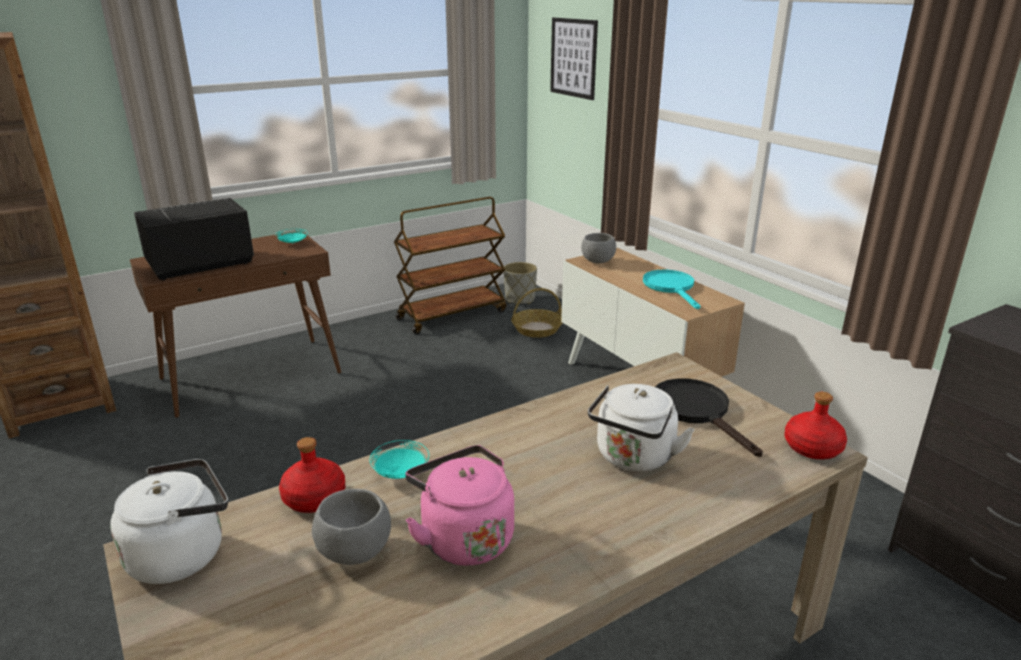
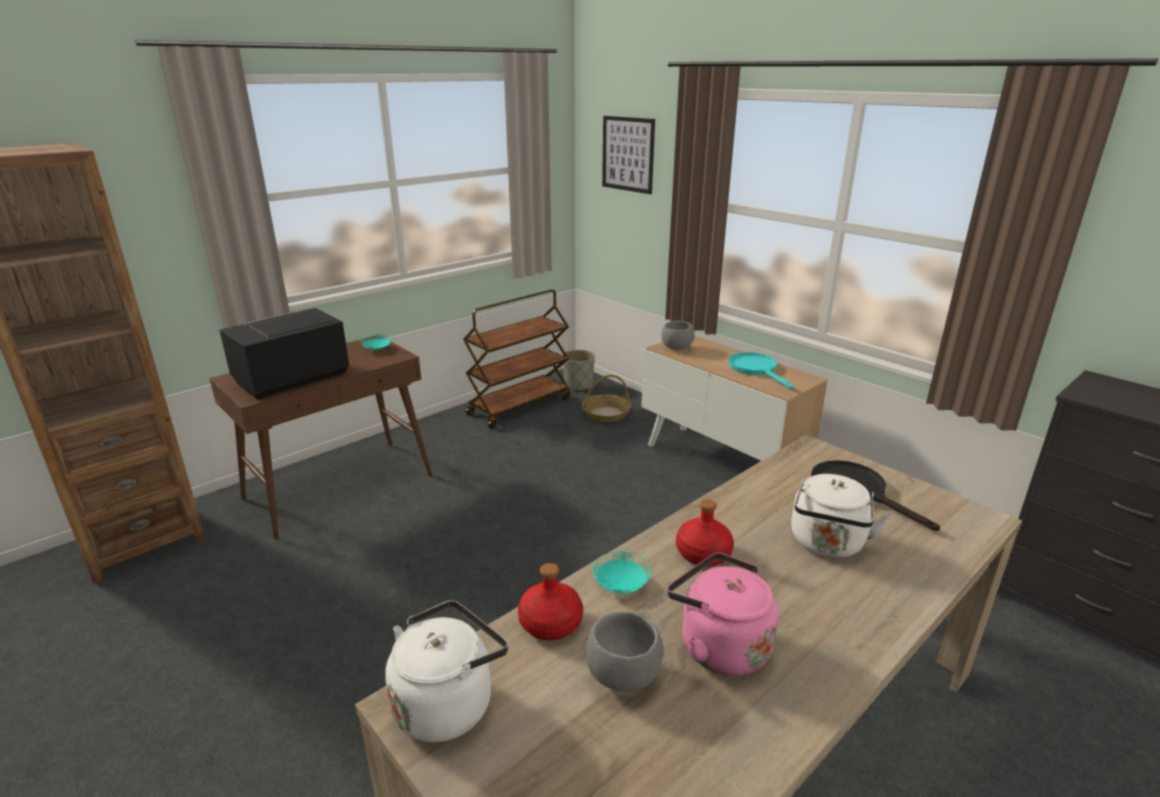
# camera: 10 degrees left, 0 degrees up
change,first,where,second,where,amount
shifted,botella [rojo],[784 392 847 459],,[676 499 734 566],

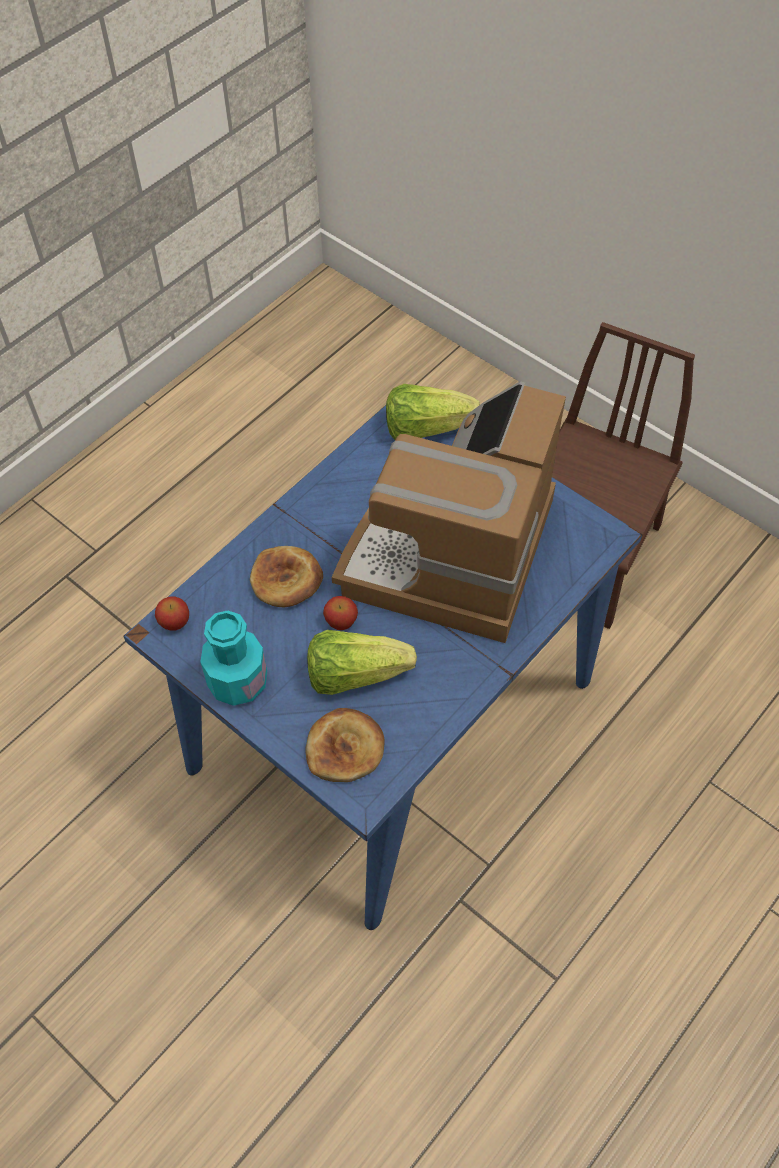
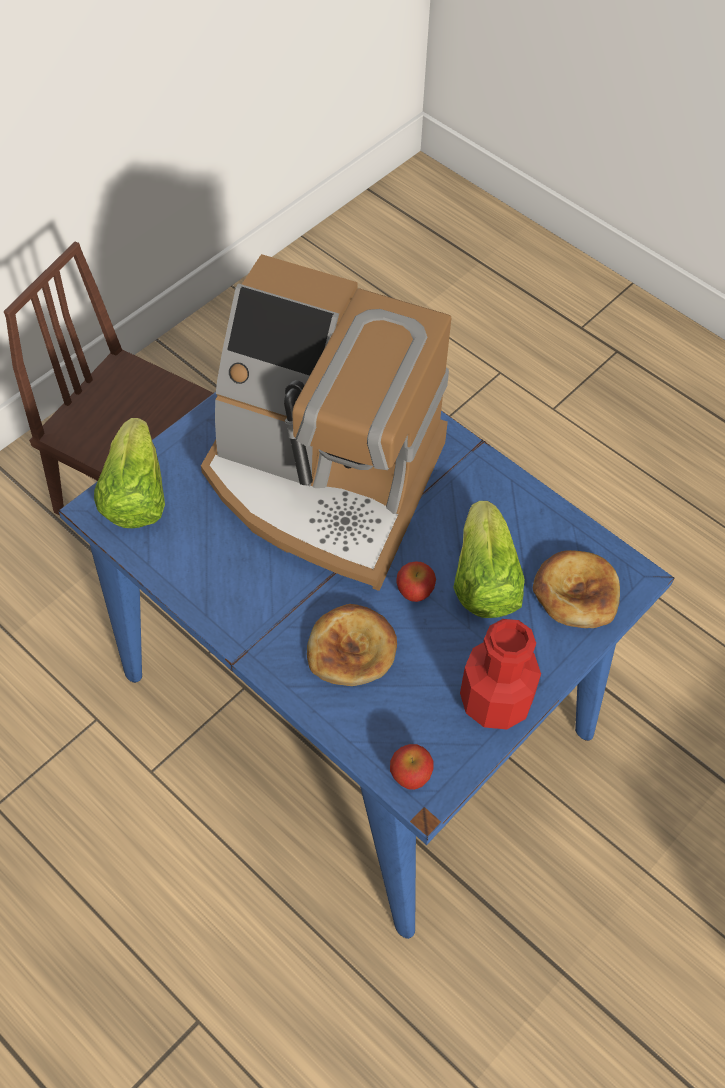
# camera: 90 degrees left, 0 degrees up
change,first,where,second,where,amount
repainted,botella [turquesa],[200 611 267 706],botella [rojo],[460 619 541 729],

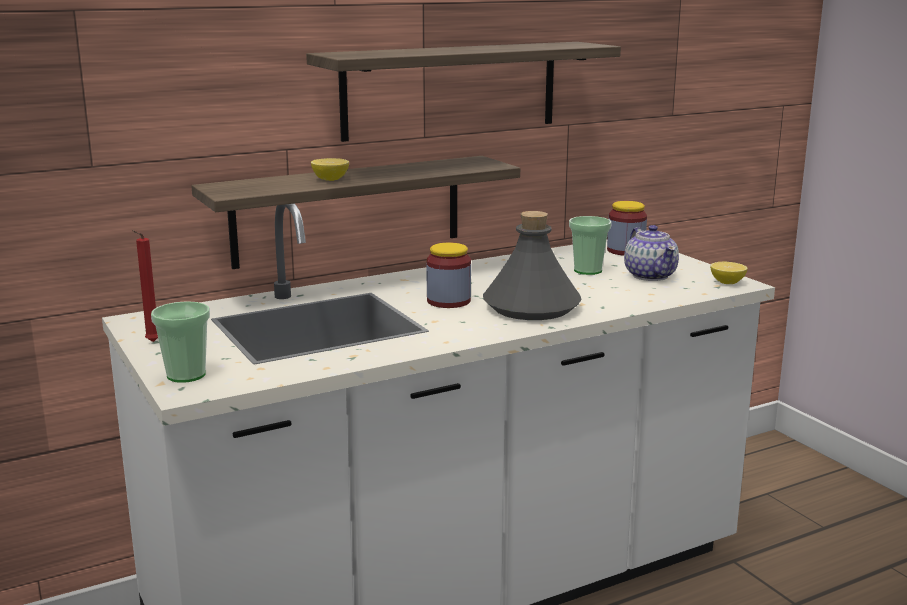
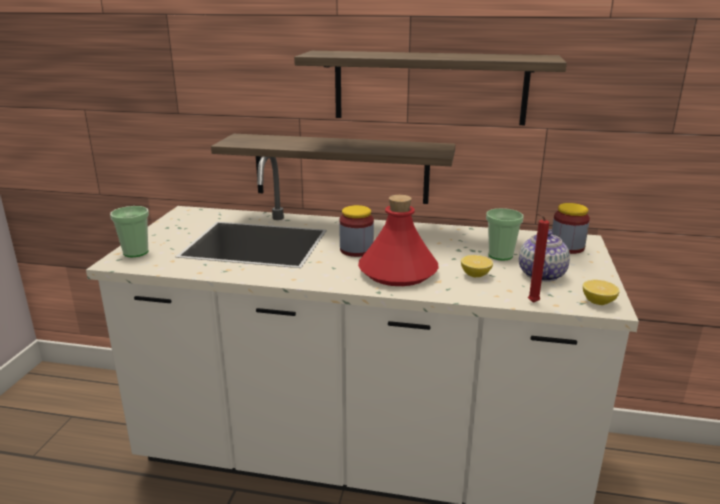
# camera: 40 degrees right, 5 degrees up
change,first,where,second,where,amount
shifted,vela [rojo],[132 230 158 342],,[528 213 549 303],
shifted,limón,[311 158 349 181],,[461 255 493 277],
repainted,botella [gris],[483 211 582 320],botella [rojo],[358 195 439 286],

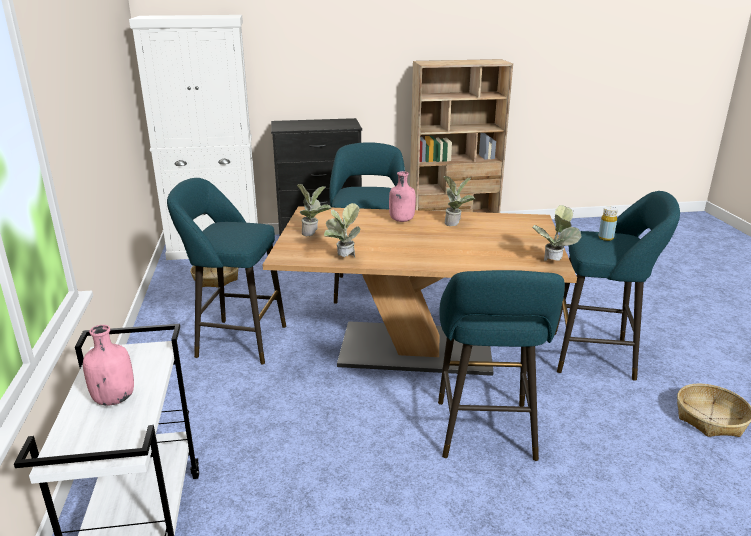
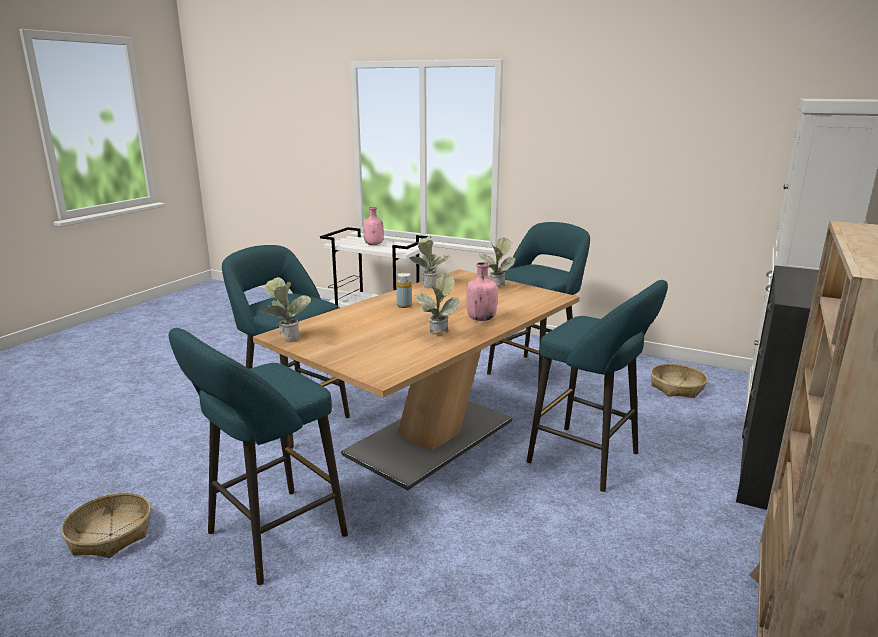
# camera: 125 degrees right, 5 degrees down
change,first,where,second,where,amount
shifted,botella [amarillo],[599 206 618 241],,[396 273 412 308],

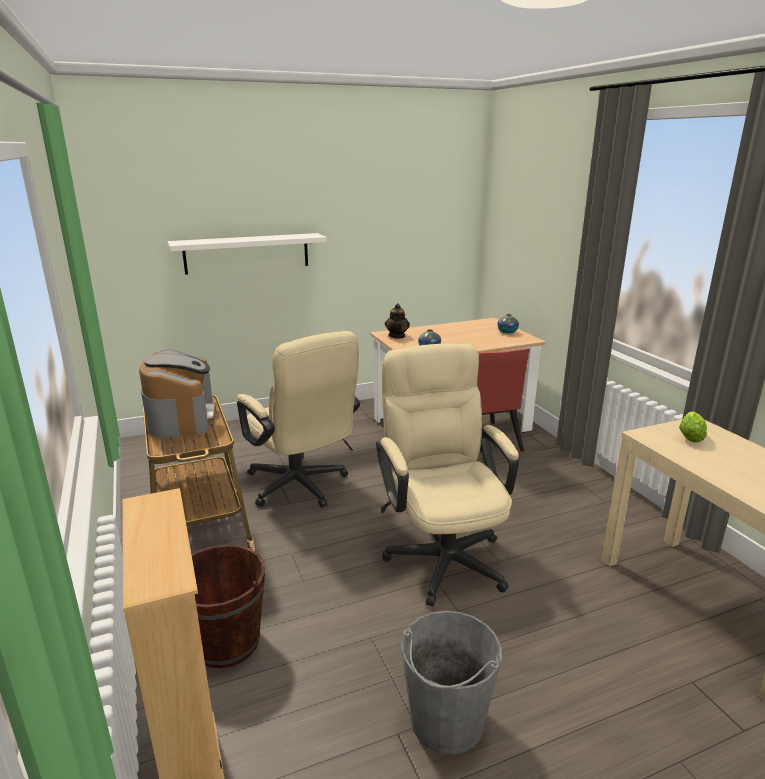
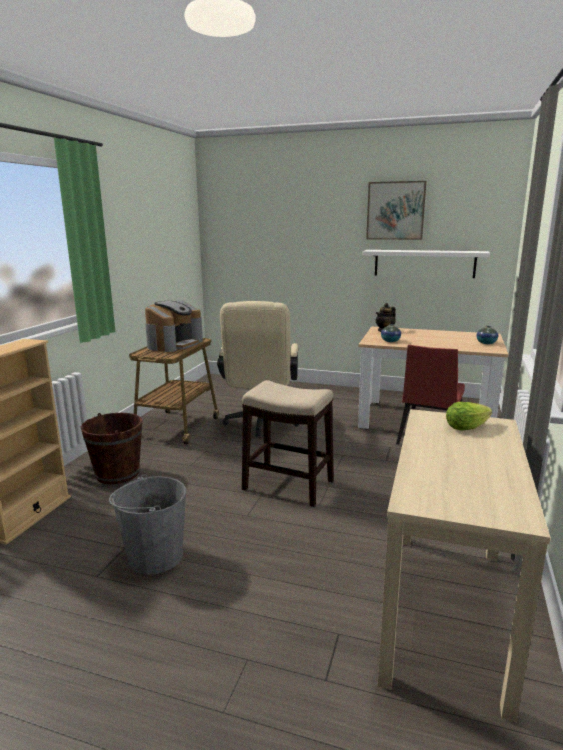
# camera: 40 degrees right, 5 degrees down
change,first,where,second,where,amount
new,,,cuadro,[366 181 426 240],
shifted,estante [blanco],[167 233 327 275],,[363 250 490 278],
swapped,silla de oficina [beis],[376 343 519 606],taburete,[242 380 334 507],

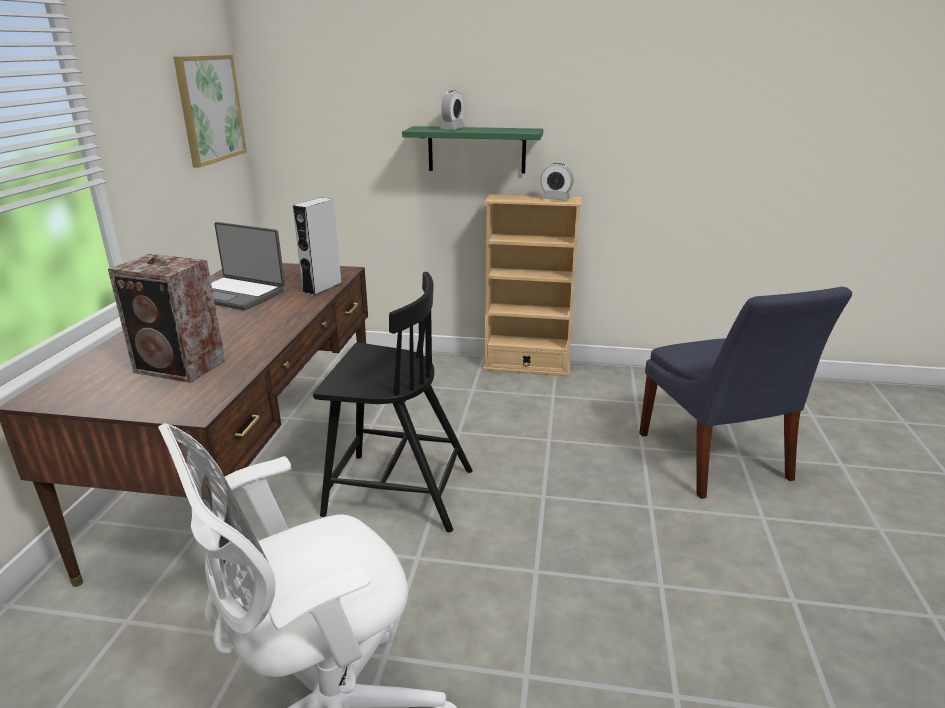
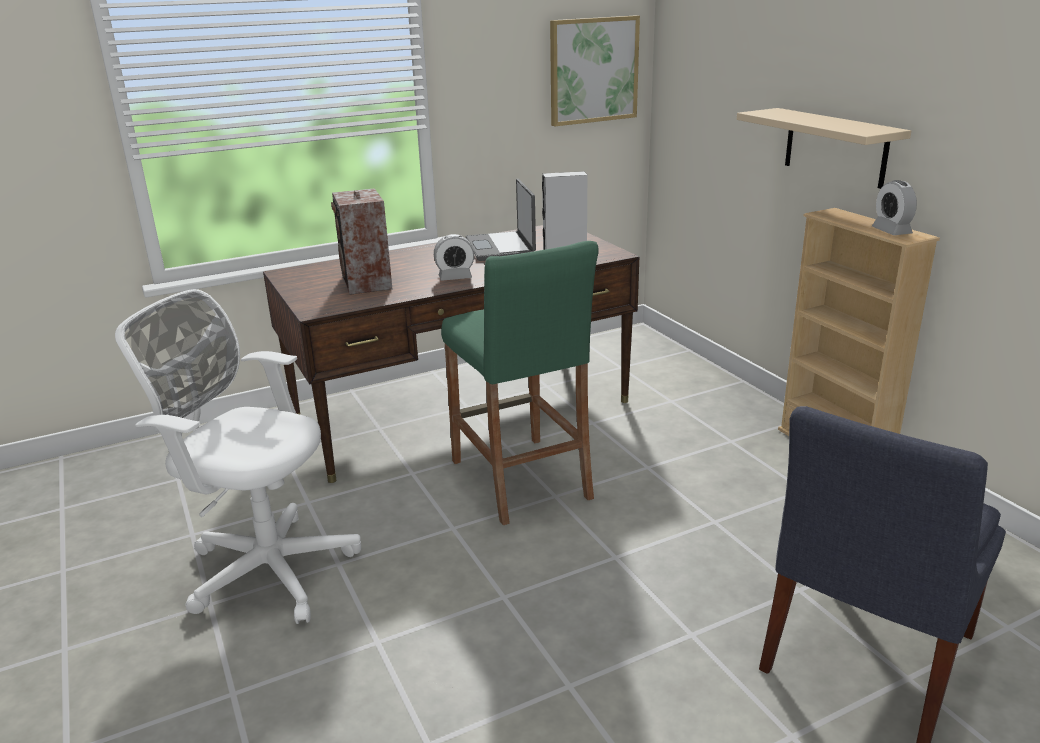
# camera: 55 degrees right, 0 degrees up
change,first,where,second,where,amount
shifted,despertador,[440 90 465 129],,[434 234 474 281],
swapped,silla [negro],[313 272 473 532],taburete [verde],[441 241 599 525],
repainted,estante [verde],[402 126 543 174],estante [beis],[737 108 911 189],

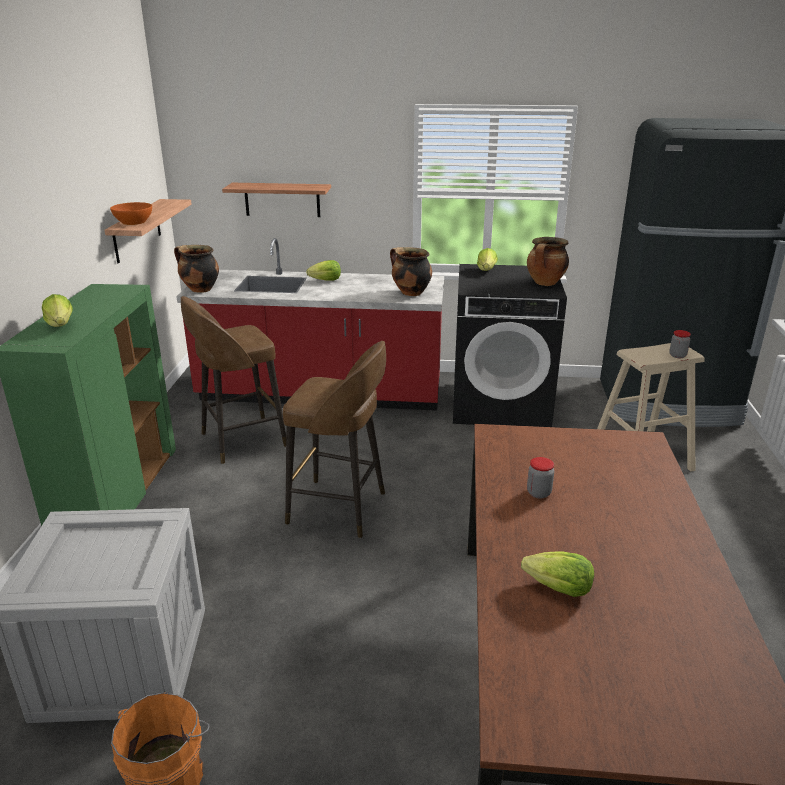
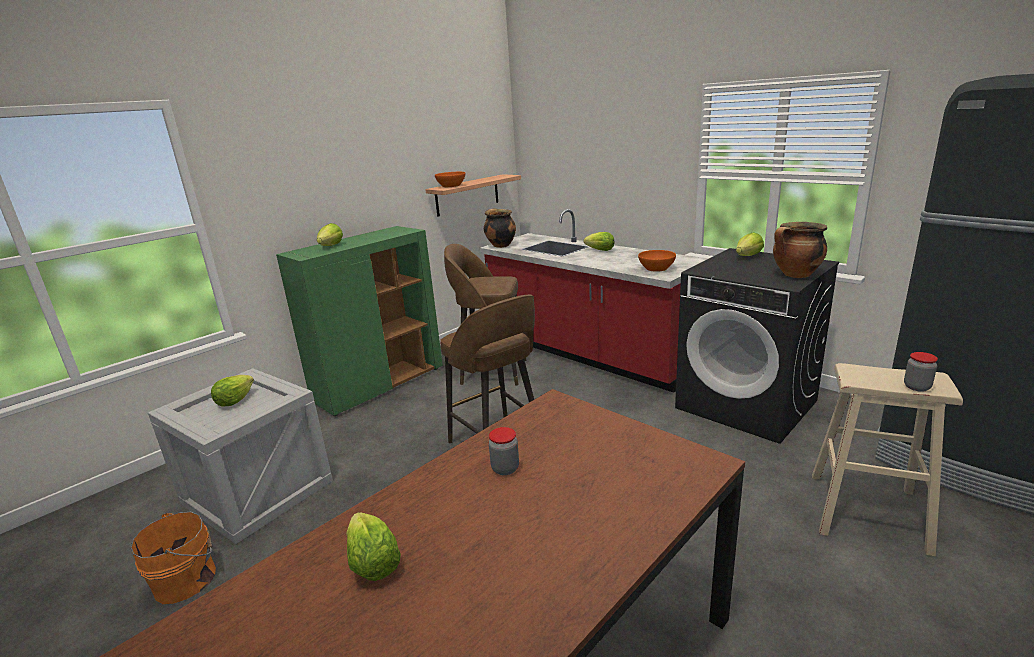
# camera: 40 degrees right, 5 degrees down
change,first,where,second,where,amount
gone,estante,[222 183 331 217],,,
new,,,lechuga,[211 375 254 407],
swapped,olla,[390 247 432 296],cuenco [naranja],[638 250 676 272],

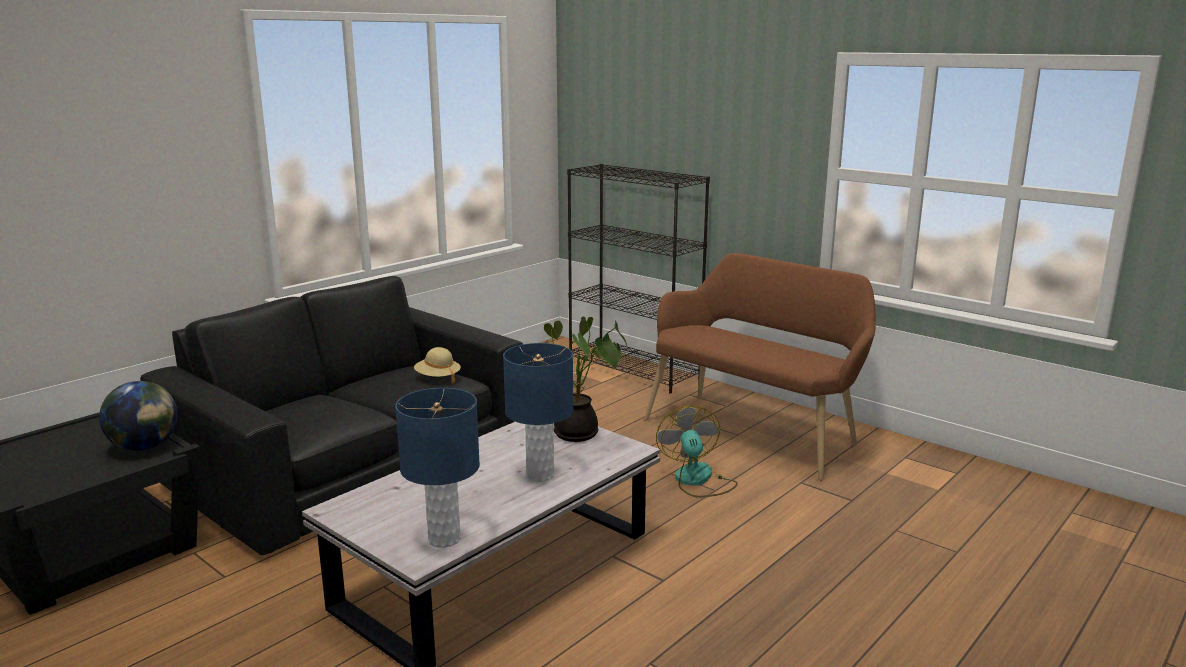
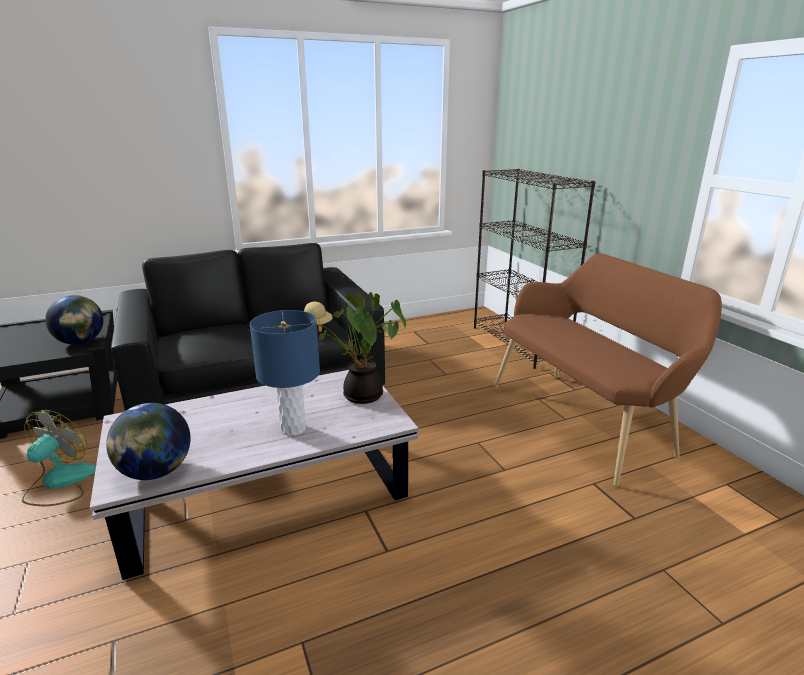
# camera: 25 degrees right, 5 degrees up
change,first,where,second,where,amount
shifted,ventilador,[656 405 738 498],,[22 410 96 506],
swapped,lámpara de mesa [azul],[395 388 480 548],globo terráqueo,[106 403 191 480],

